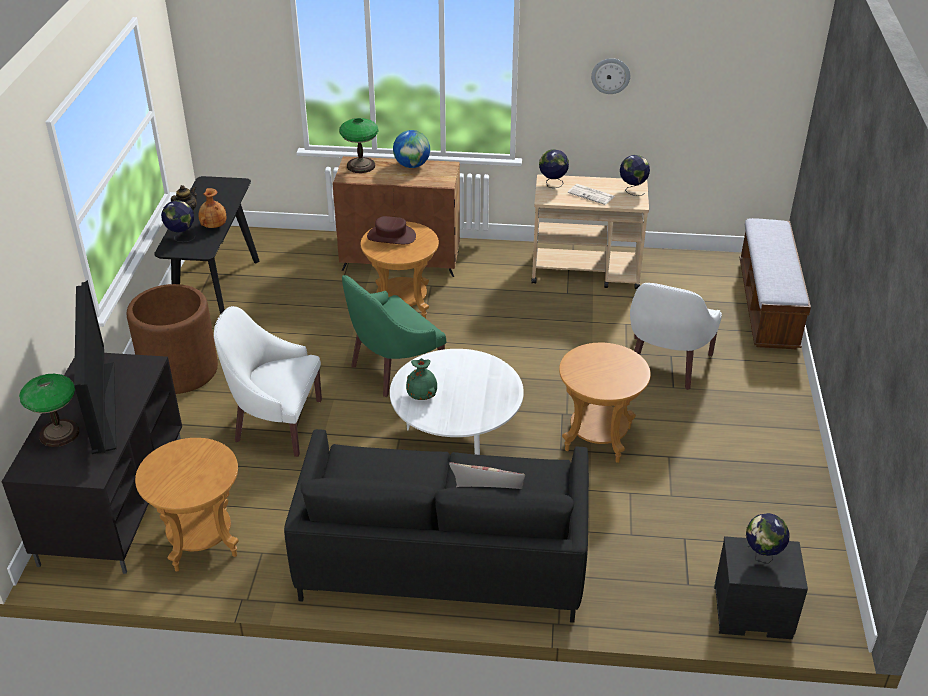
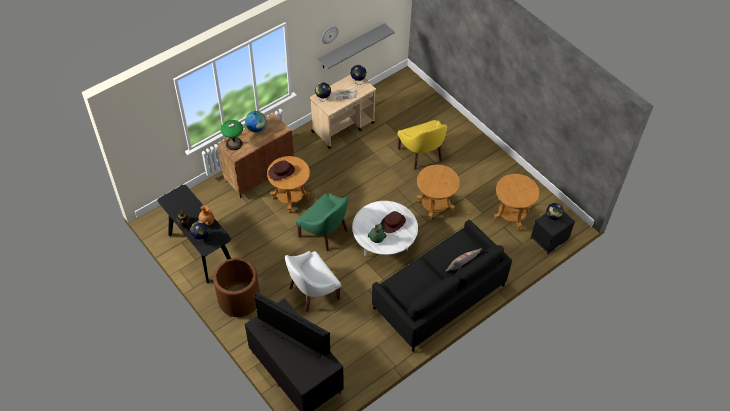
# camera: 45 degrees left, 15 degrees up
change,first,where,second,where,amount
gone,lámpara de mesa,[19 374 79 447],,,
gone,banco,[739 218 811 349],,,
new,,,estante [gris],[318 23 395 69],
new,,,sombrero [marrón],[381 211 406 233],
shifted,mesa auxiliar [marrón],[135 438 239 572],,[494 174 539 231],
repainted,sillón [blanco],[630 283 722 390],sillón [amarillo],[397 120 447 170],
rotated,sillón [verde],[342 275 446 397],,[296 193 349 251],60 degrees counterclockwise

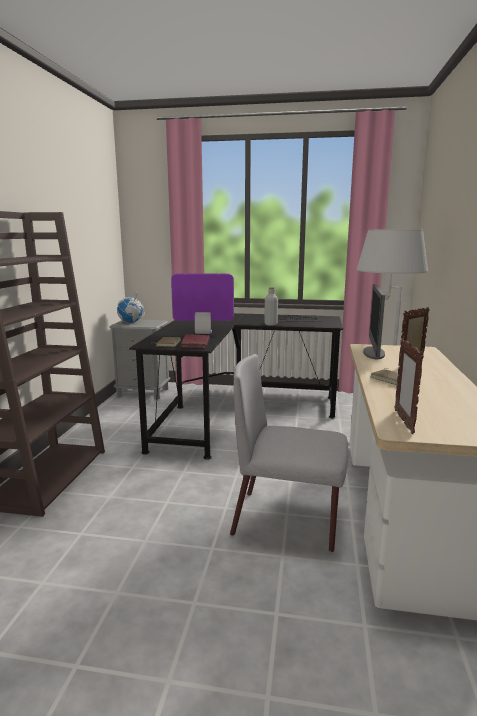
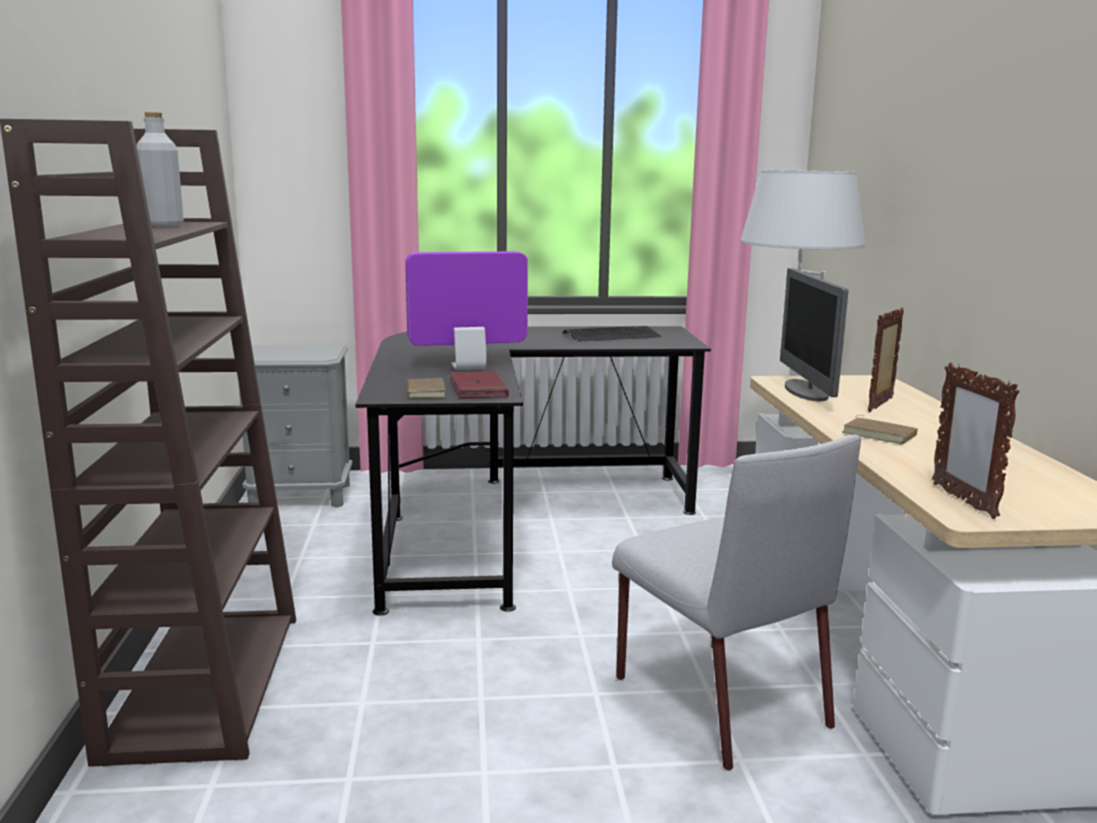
# camera: 15 degrees left, 0 degrees up
change,first,where,second,where,amount
gone,globo terráqueo,[117 290 145 323],,,
shifted,botella [gris],[264 287 278 326],,[137 112 184 227],
rotated,silla [gris],[230 354 348 552],,[612 434 861 771],120 degrees counterclockwise

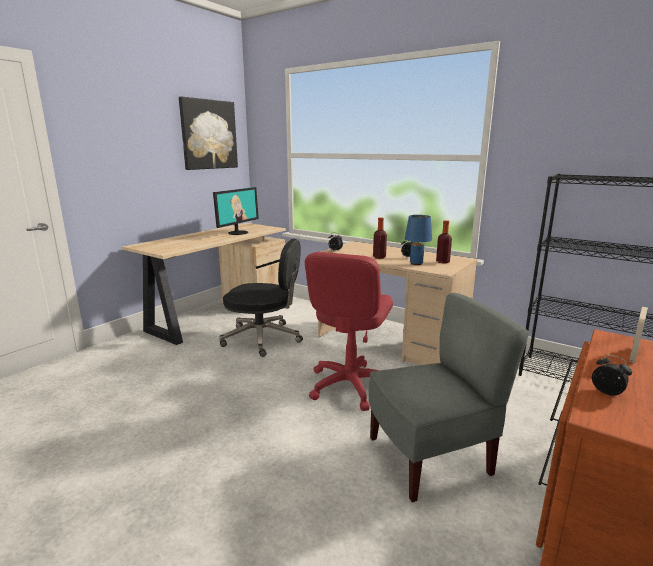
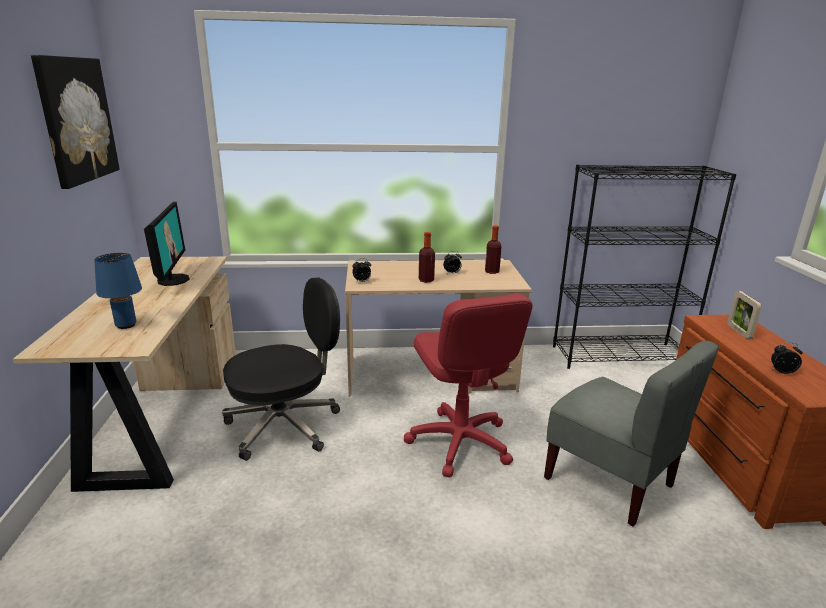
# camera: 40 degrees left, 5 degrees up
change,first,where,second,where,amount
shifted,lámpara de mesa [azul],[405 215 432 265],,[94 253 142 329],
rotated,silla [gris],[369 293 529 502],,[544 341 719 527],105 degrees clockwise

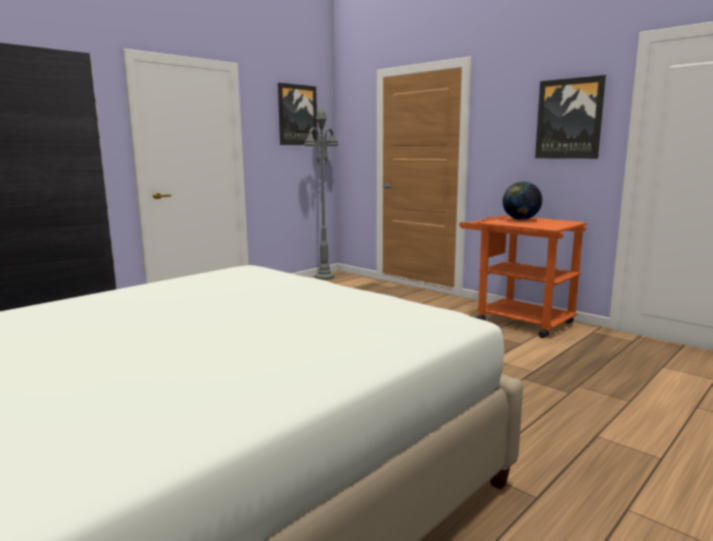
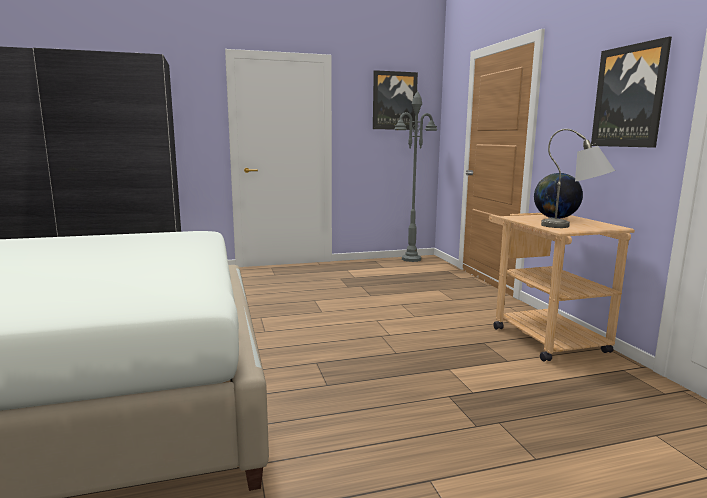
# camera: 30 degrees right, 0 degrees up
change,first,where,second,where,amount
new,,,lámpara de mesa [gris],[541 129 615 228],
repainted,carrito [naranja],[459 216 586 338],carrito [beis],[489 213 635 362],

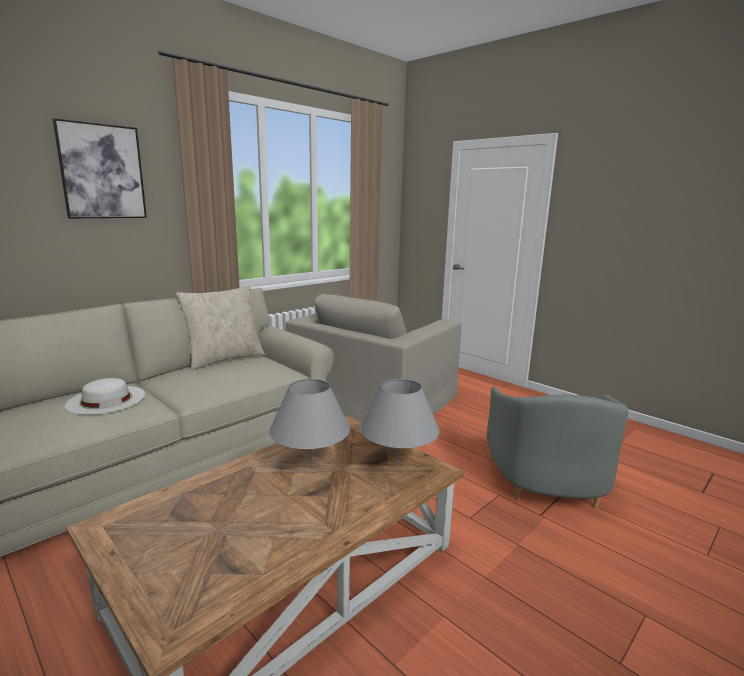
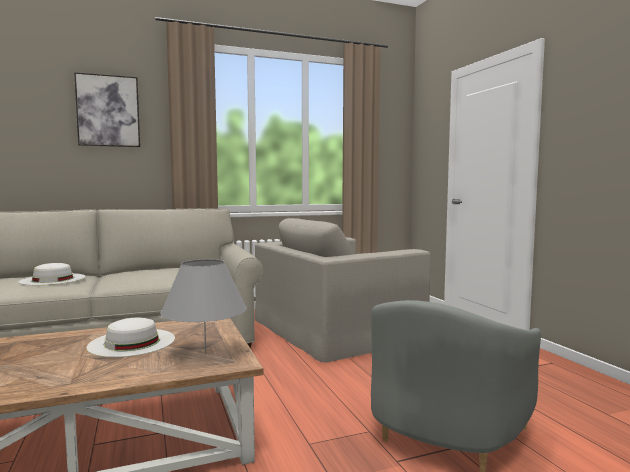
# camera: 25 degrees right, 10 degrees down
change,first,where,second,where,amount
gone,cojín [beis],[176 285 265 370],,,
swapped,lámpara de mesa [gris],[269 379 350 468],sombrero [blanco],[86 318 175 357],

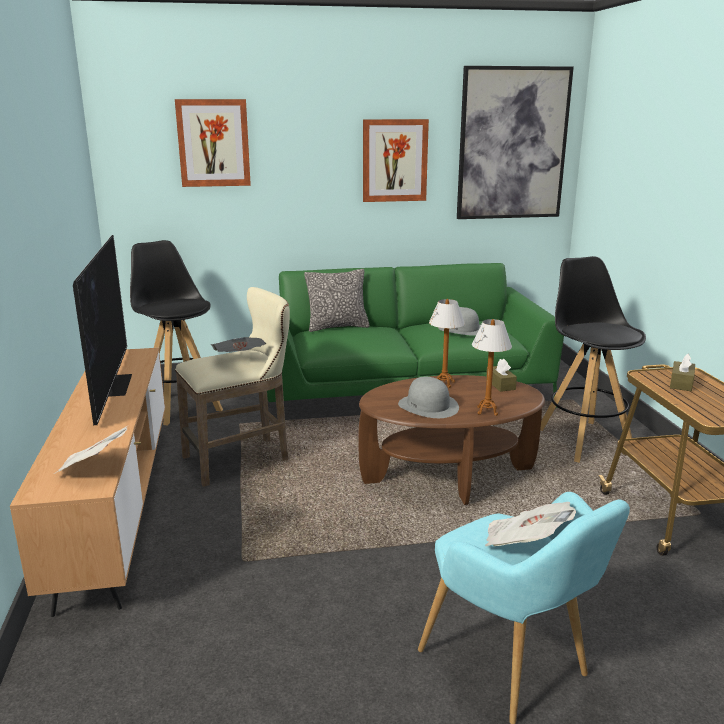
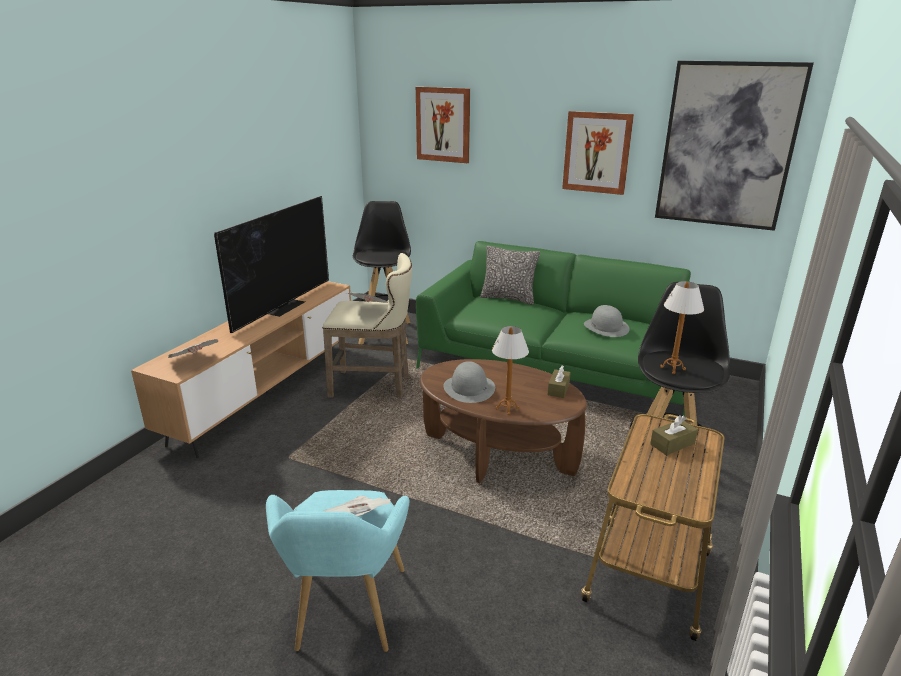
# camera: 35 degrees right, 5 degrees up
change,first,where,second,where,amount
shifted,lámpara de mesa,[429 299 465 388],,[660 281 704 374],

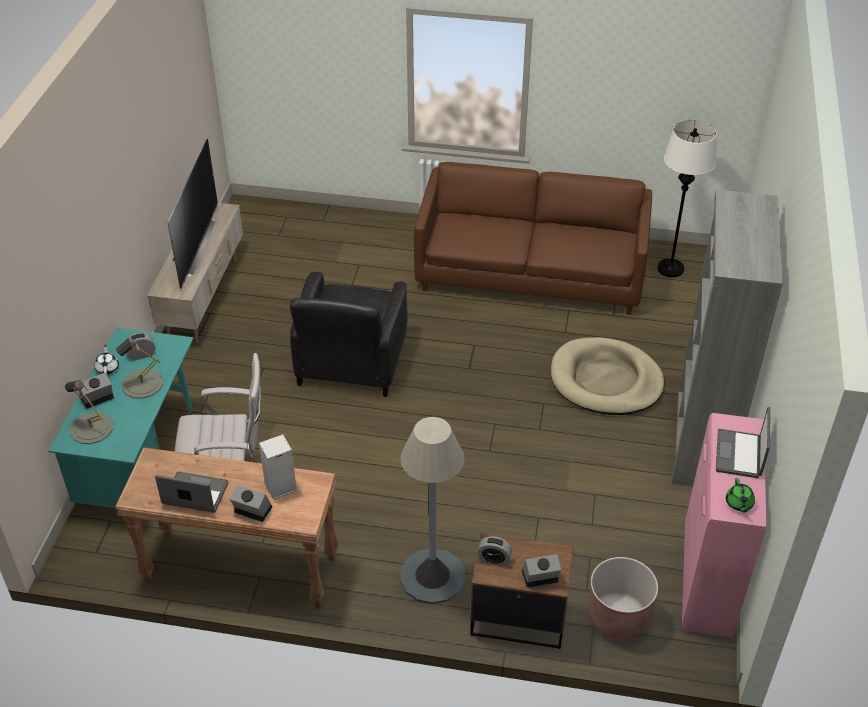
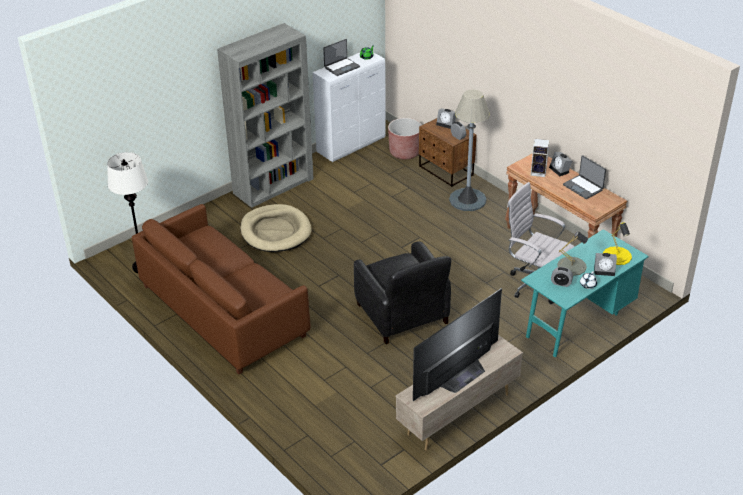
# camera: 140 degrees left, 5 degrees down
change,first,where,second,where,amount
repainted,lámpara de mesa [gris],[65 380 113 444],lámpara de mesa [amarillo],[603 222 632 265],
repainted,armario [rosa],[682 413 767 638],armario [blanco],[313 52 386 162],
rotated,sillón [negro],[290 272 408 397],,[354 241 451 344],105 degrees clockwise

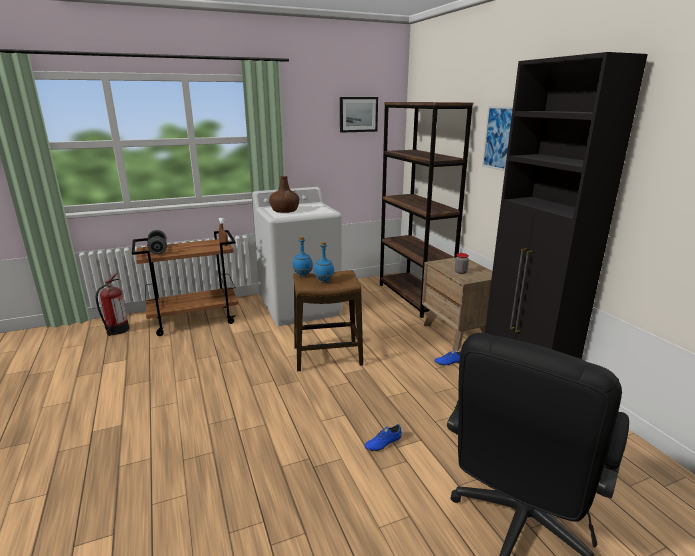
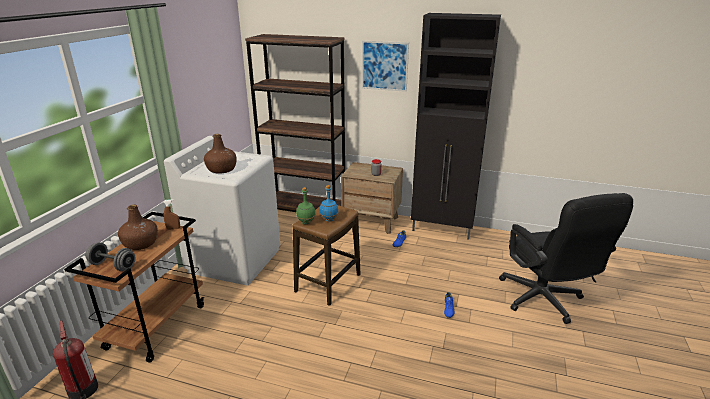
# camera: 50 degrees left, 5 degrees up
change,first,where,second,where,amount
gone,cuadro,[340 97 378 133],,,
new,,,botella [marrón],[118 204 158 250],
repainted,botella [azul],[293 236 313 277],botella [verde],[296 187 316 224],

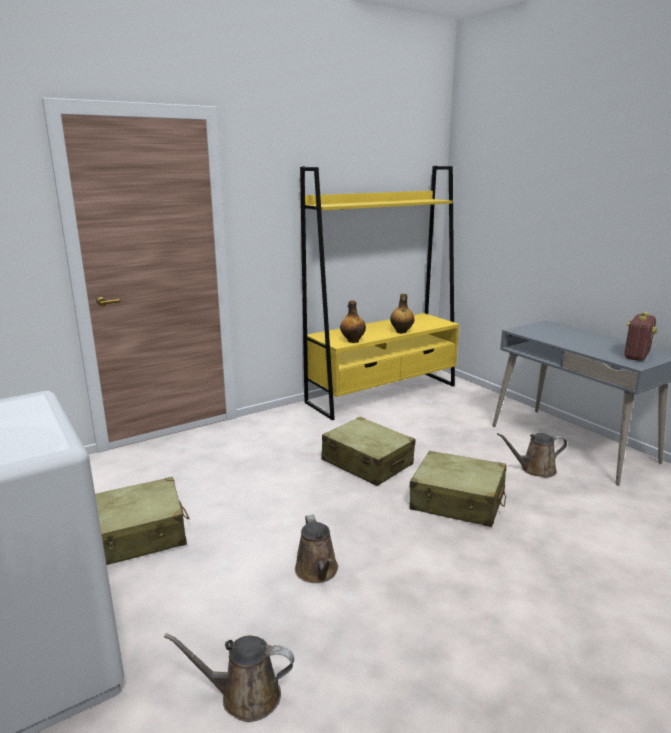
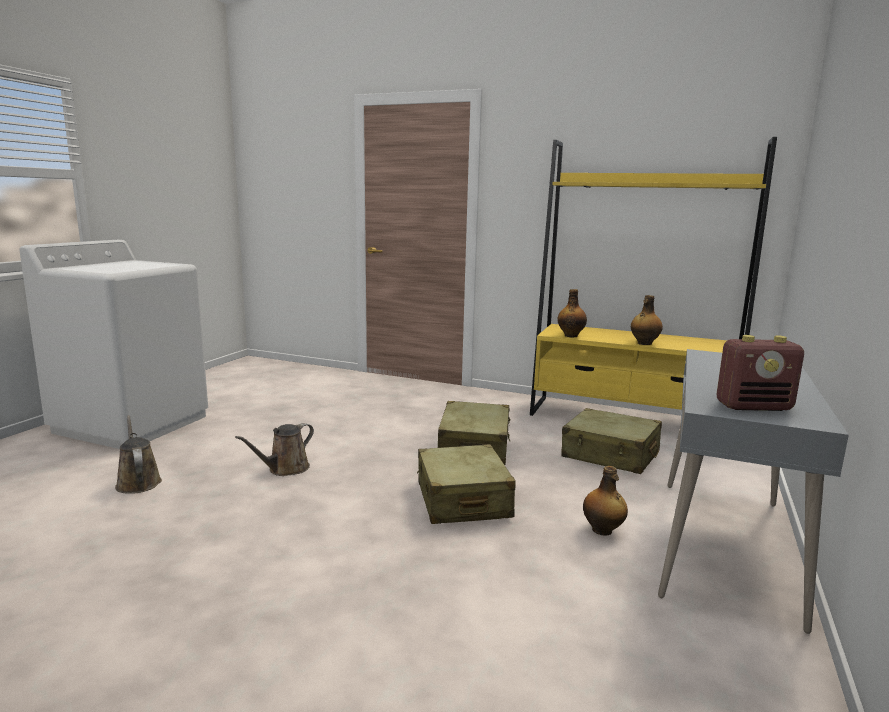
# camera: 55 degrees right, 5 degrees down
change,first,where,second,where,amount
shifted,maleta [beis],[95 477 190 565],,[561 408 662 474],
swapped,regadera [marrón],[497 433 567 477],botella,[583 466 628 536],

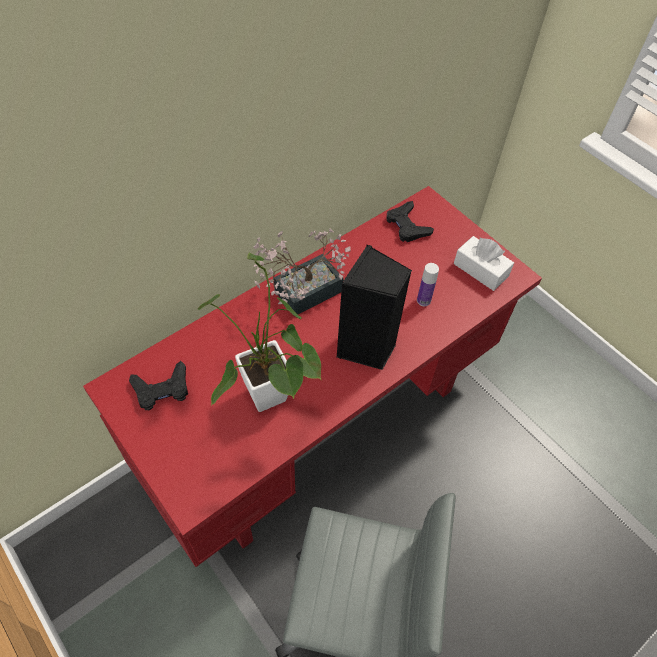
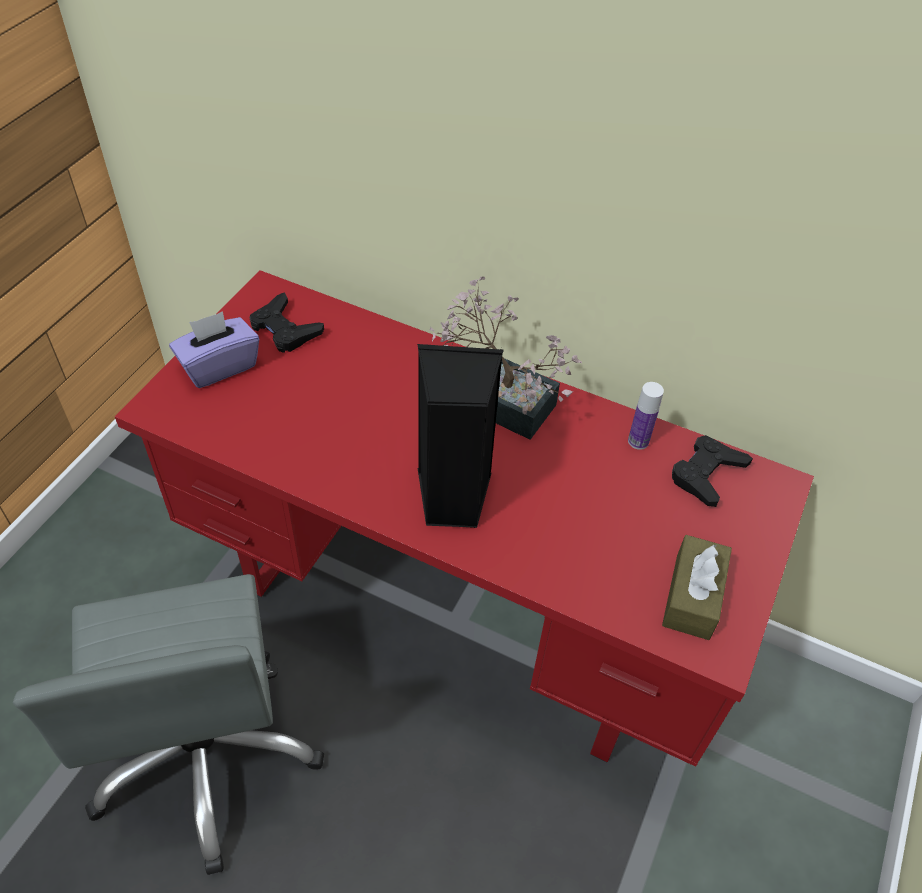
# camera: 65 degrees right, 5 degrees down
change,first,where,second,where,amount
gone,planta en maceta,[198 252 321 412],,,
new,,,caja de pañuelos [morado],[169 311 259 388],
shifted,botella,[417 263 439 306],,[628 382 664 450],
repainted,caja de pañuelos [blanco],[454 236 514 291],caja de pañuelos [marrón],[662 535 732 640],

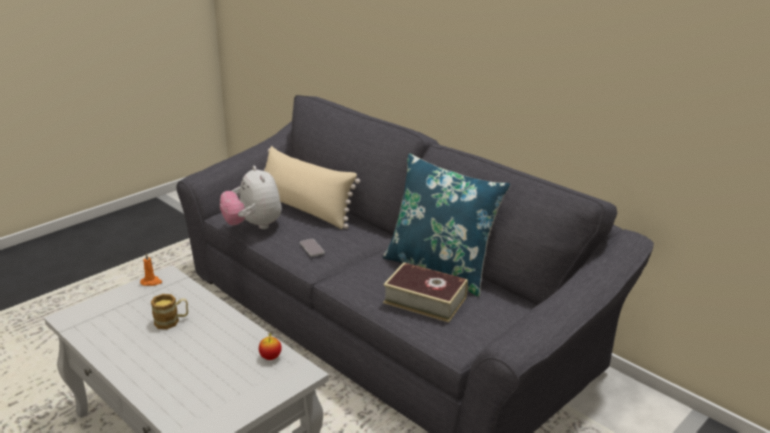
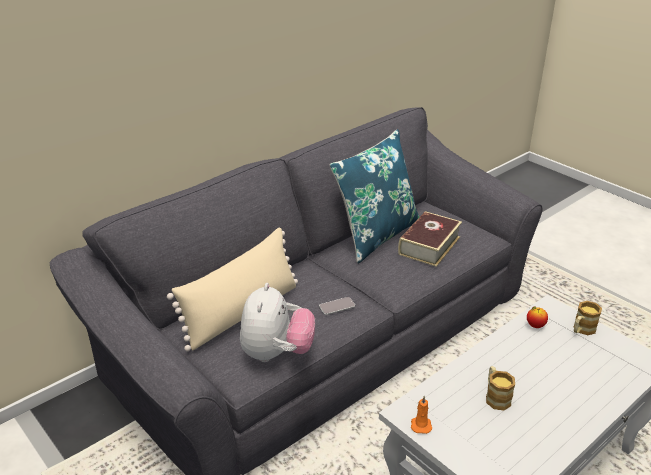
# camera: 85 degrees left, 5 degrees up
change,first,where,second,where,amount
new,,,taza grande,[573 301 602 335],
rotated,peluche,[220 166 281 229],,[240 283 315 362],60 degrees counterclockwise

